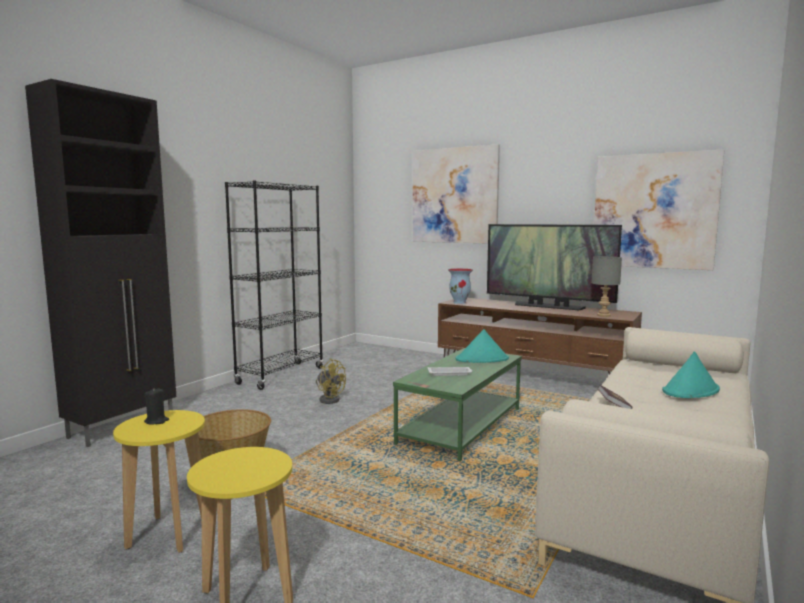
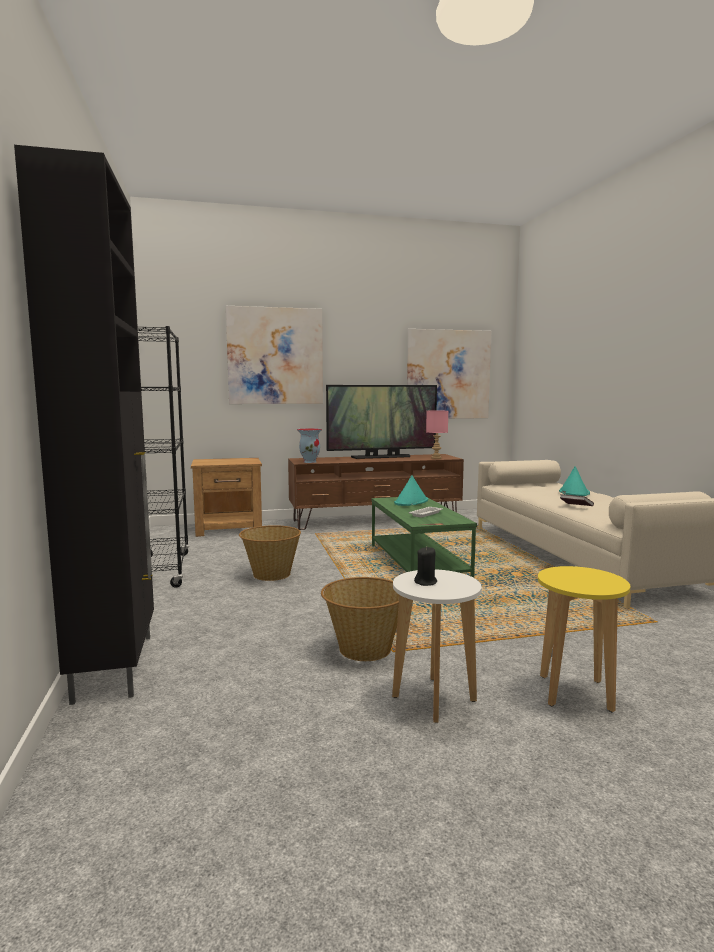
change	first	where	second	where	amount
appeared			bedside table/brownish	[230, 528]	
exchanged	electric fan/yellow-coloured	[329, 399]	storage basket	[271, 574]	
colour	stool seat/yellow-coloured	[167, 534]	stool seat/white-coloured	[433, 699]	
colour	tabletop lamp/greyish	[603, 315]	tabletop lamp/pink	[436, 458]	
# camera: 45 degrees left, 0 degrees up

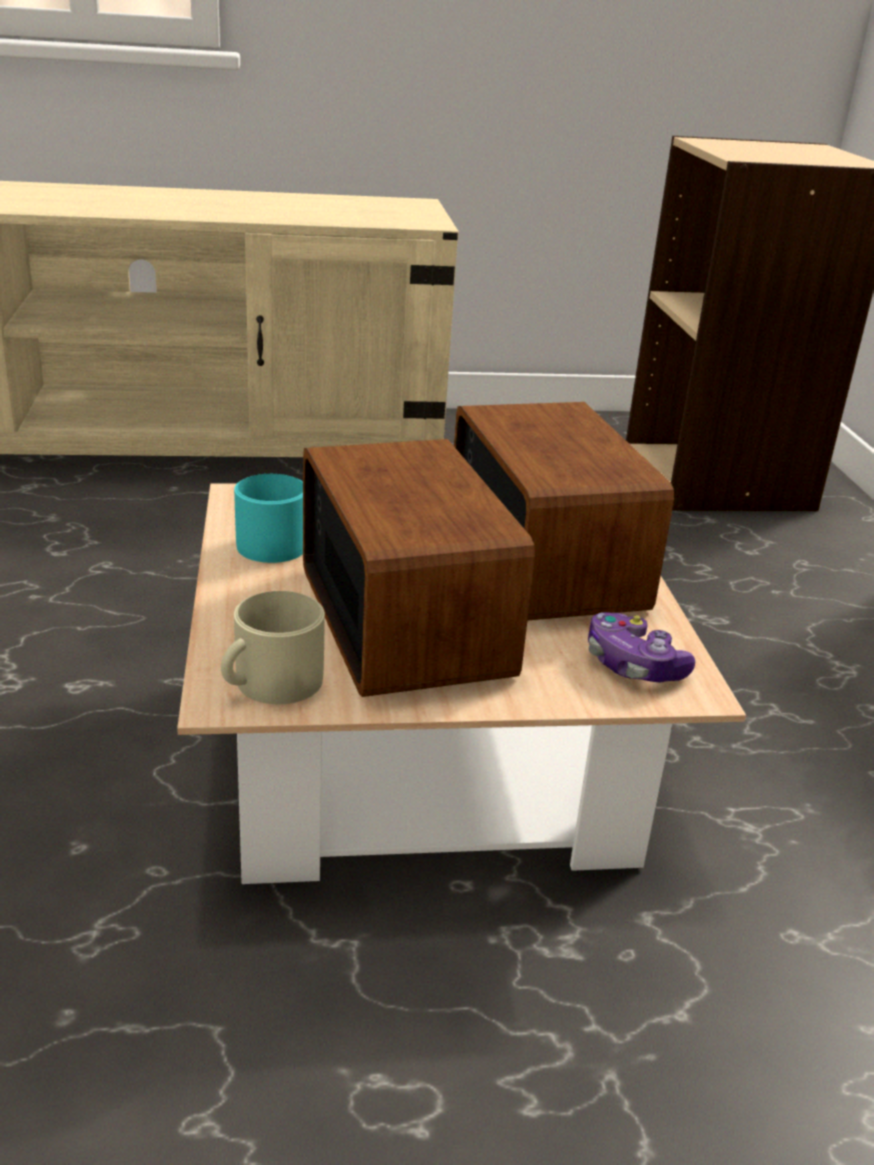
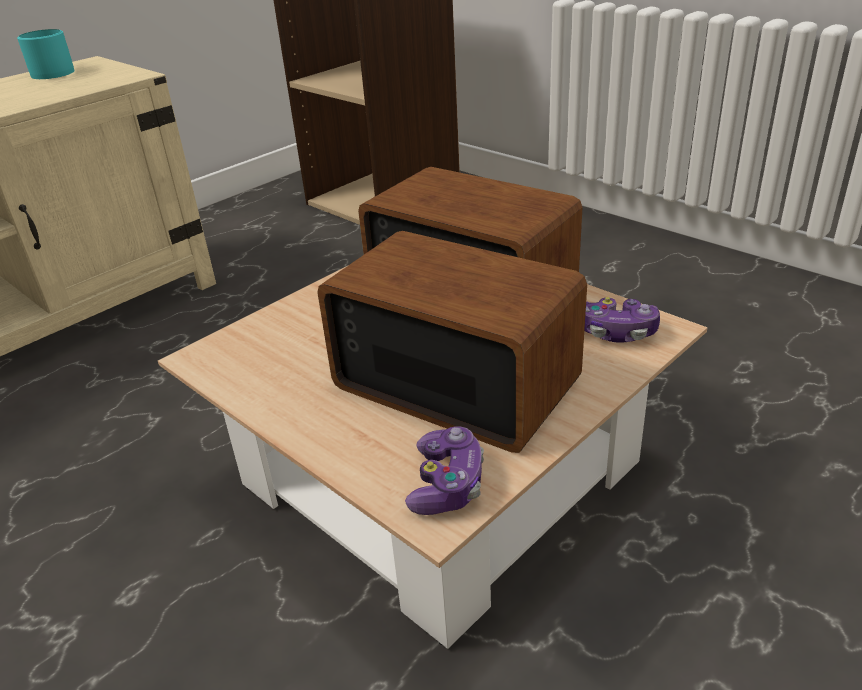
change	first	where	second	where	amount
relocated	mug/turquoise	[278, 543]		[55, 72]	
exchanged	mug/sand-coloured	[270, 684]	joypad	[447, 484]	
# camera: 35 degrees left, 5 degrees up

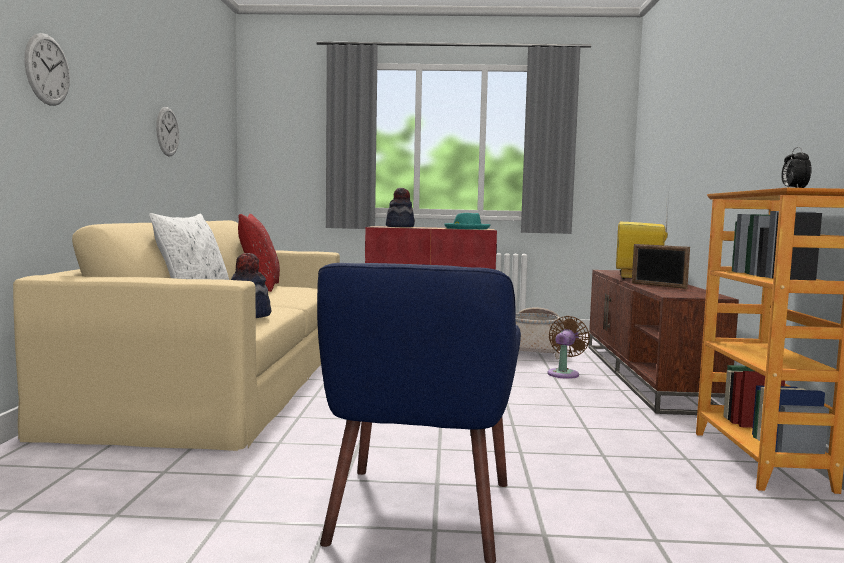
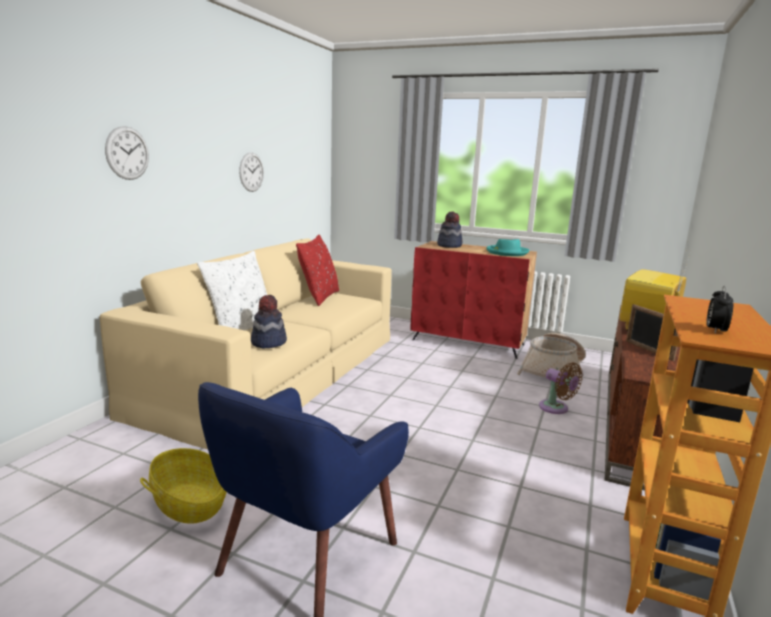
change	first	where	second	where	amount
appeared			storage basket	[189, 503]	
spun	electric fan/brownish	[564, 373]		[556, 408]	90 degrees clockwise
# camera: 20 degrees right, 10 degrees up

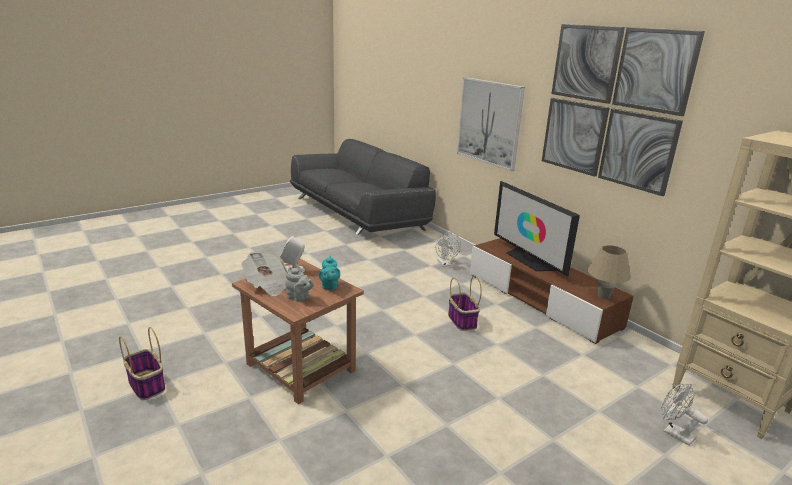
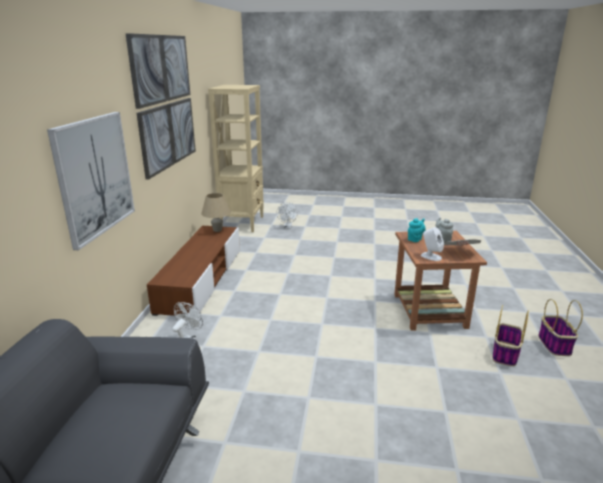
change	first	where	second	where	amount
missing	TV set	[528, 260]			
relocated	storage basket	[461, 320]		[505, 354]	
# camera: 135 degrees left, 0 degrees up

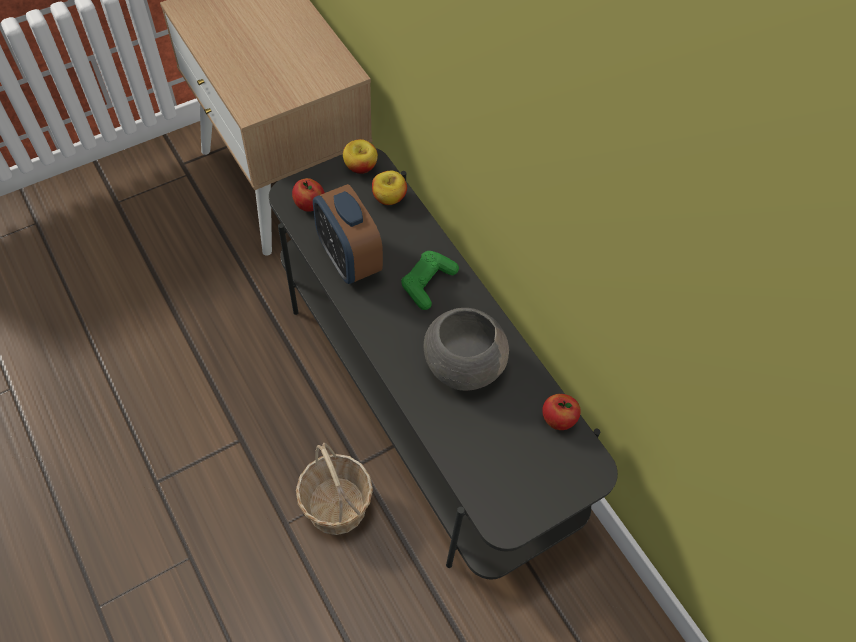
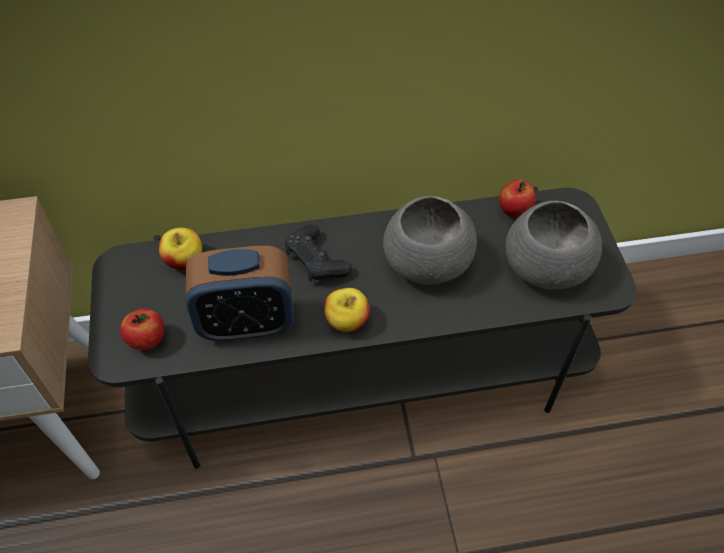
change	first	where	second	where	amount
missing	storage basket	[336, 506]			
appeared			deep dish/greyish	[544, 267]	
relocated	apple	[360, 167]		[346, 321]	
colour	joypad/green	[427, 283]	joypad/black-coloured	[316, 261]	
# camera: 65 degrees left, 5 degrees down

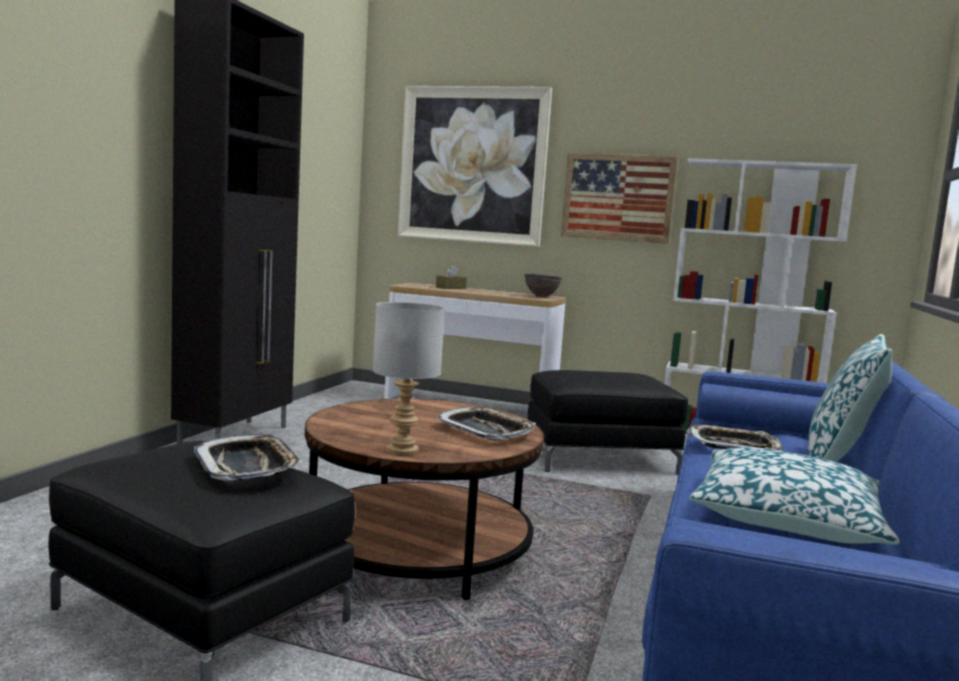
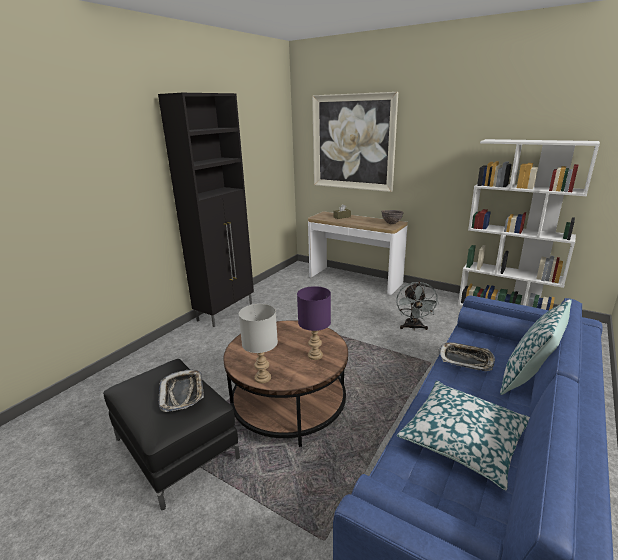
change	first	where	second	where	amount
missing	picture	[618, 197]			
exchanged	carrying tray	[485, 431]	tabletop lamp/purple-coloured	[315, 355]	
exchanged	footrest/black-coloured	[599, 458]	electric fan/greyish	[413, 327]	
# camera: 15 degrees right, 15 degrees up

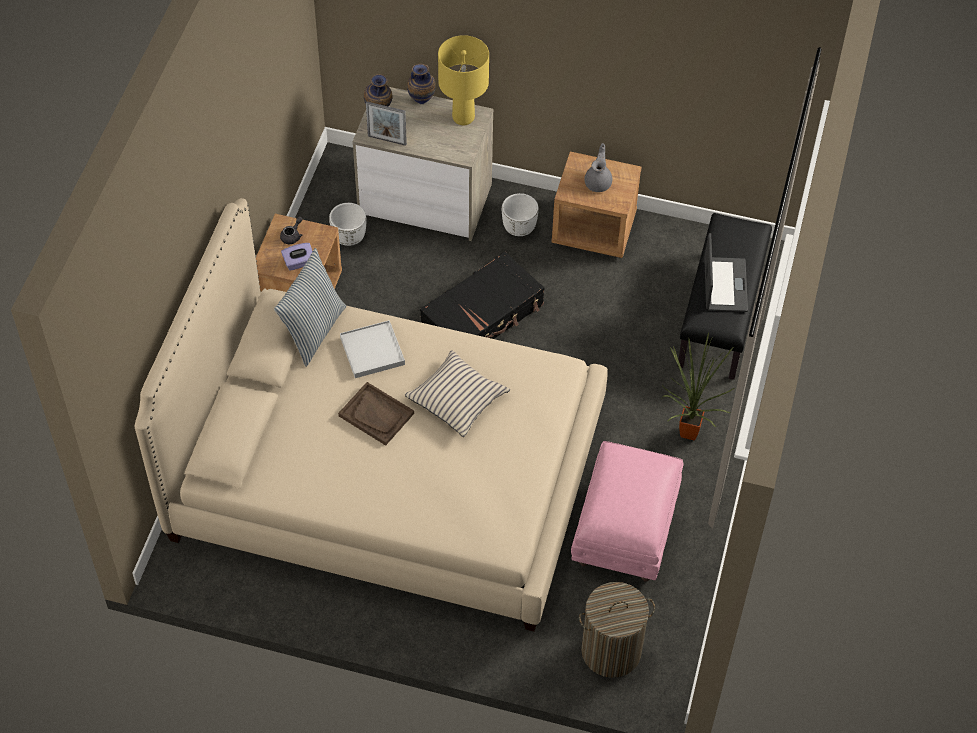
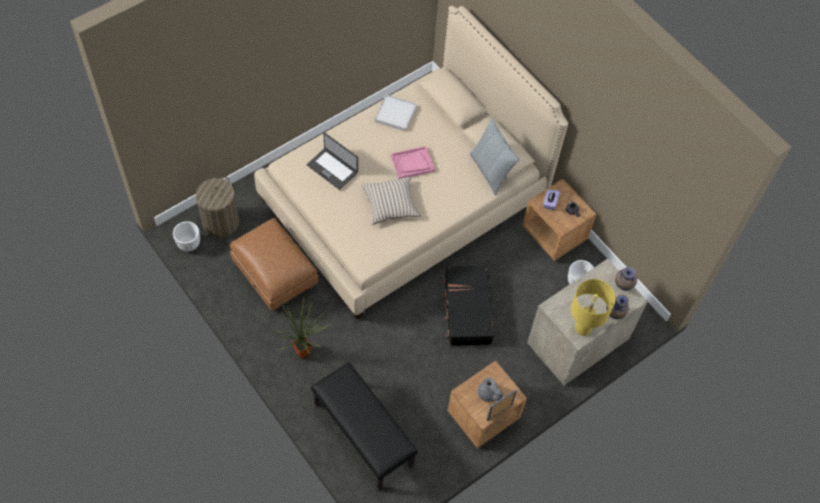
change	first	where	second	where	amount
relocated	carrying tray/white-coloured	[372, 351]		[395, 114]	
relocated	picture frame	[387, 140]		[499, 412]	
relocated	plant pot/white-coloured	[519, 229]		[188, 244]	
relocated	portable computer	[724, 285]		[332, 168]	
colour	carrying tray/brownish	[376, 415]	carrying tray/pink	[412, 163]	
colour	footrest/pink	[624, 530]	footrest/brownish	[276, 277]	
# camera: 125 degrees right, 5 degrees up

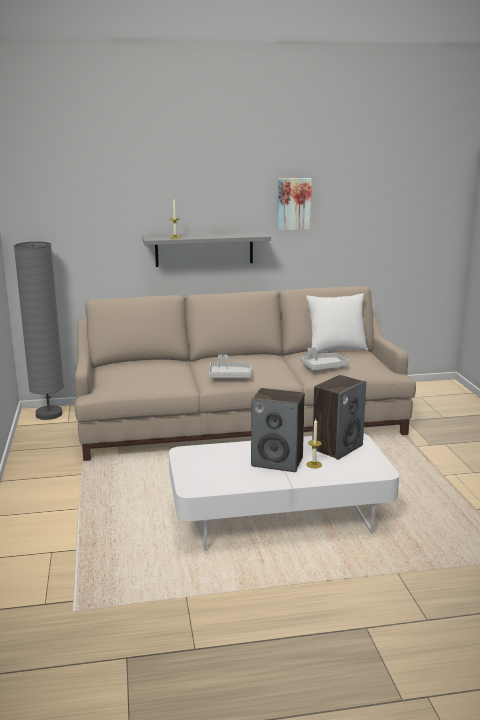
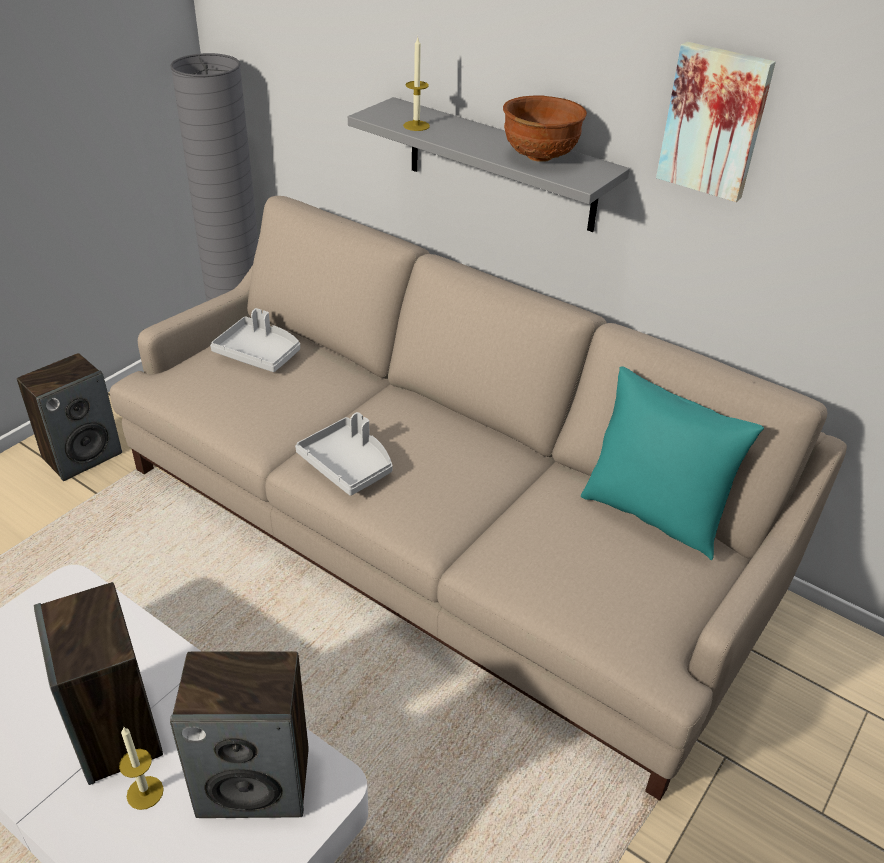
change	first	where	second	where	amount
appeared			audio speaker	[82, 455]	
appeared			deep dish/brownish	[541, 157]	
relocated	carrying tray/greyish	[323, 367]		[259, 353]	
colour	pillow/white-coloured	[336, 350]	pillow/turquoise	[652, 514]	
# camera: 45 degrees right, 20 degrees up

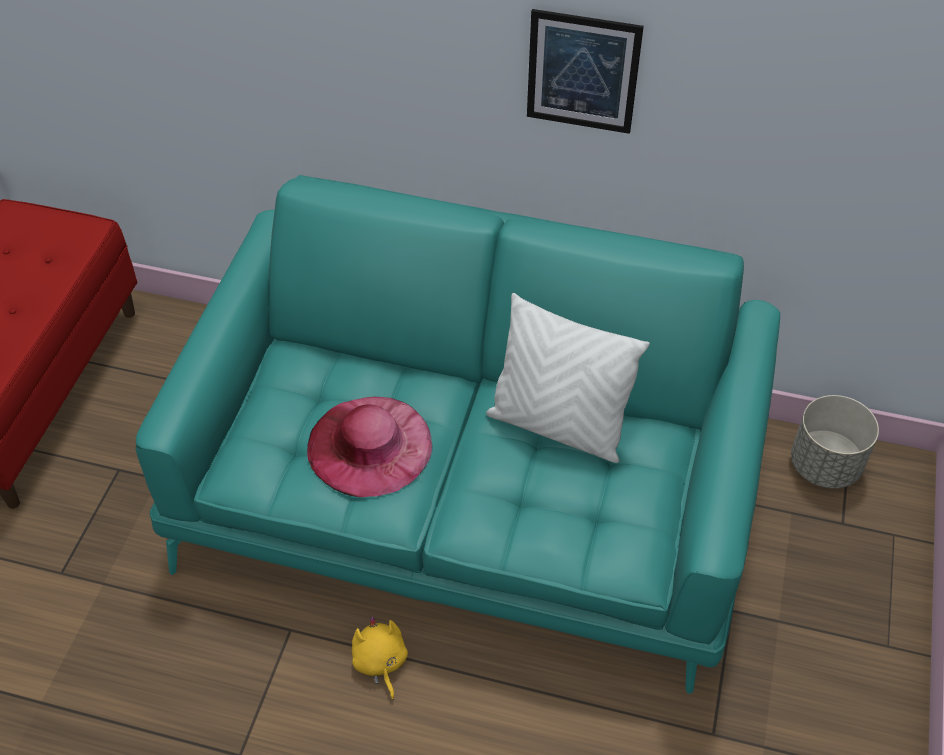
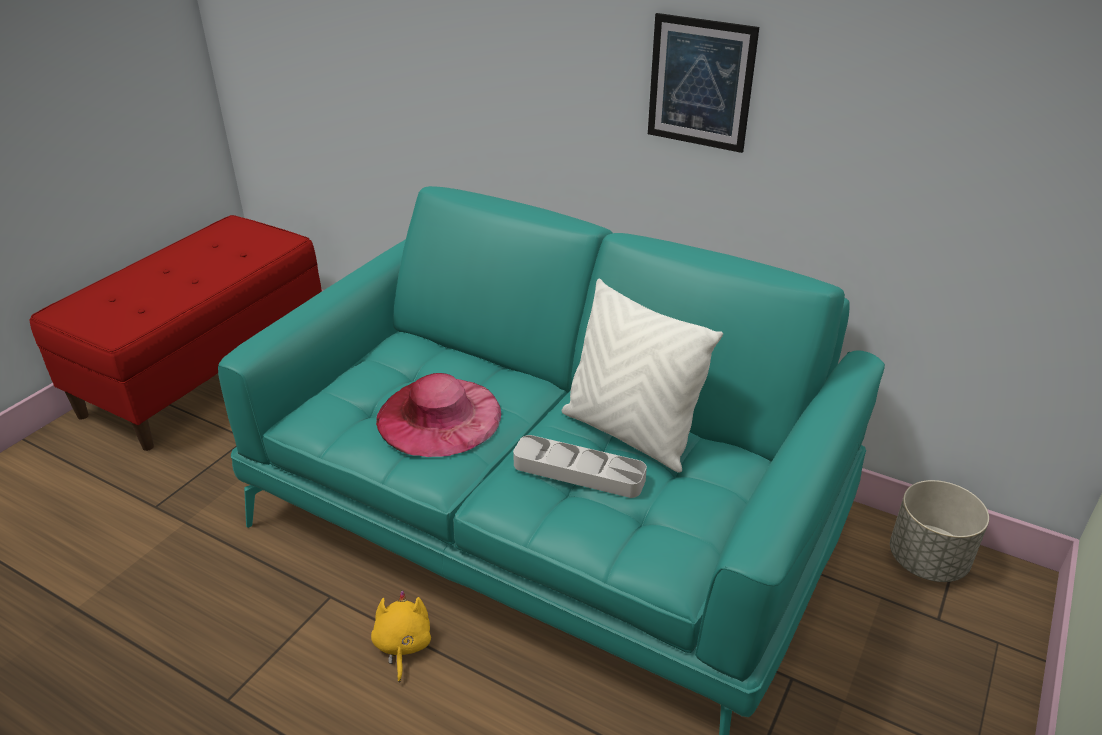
change	first	where	second	where	amount
appeared			carrying tray/greyish	[578, 472]	
# camera: 15 degrees right, 15 degrees down

